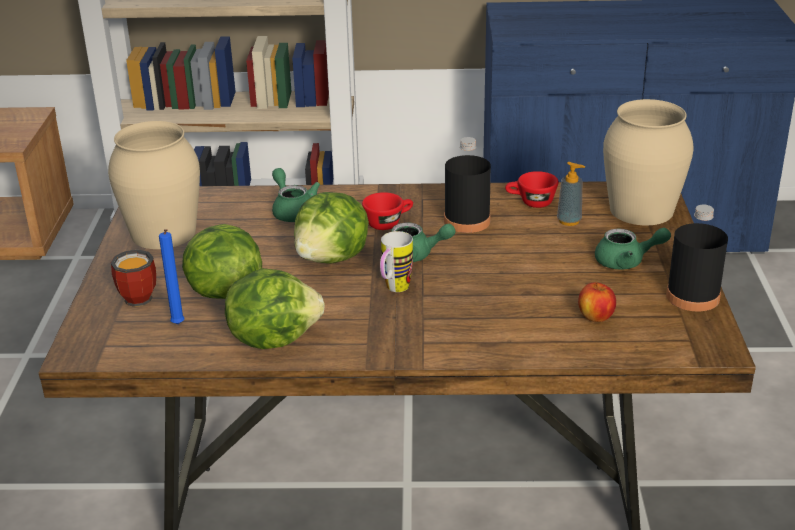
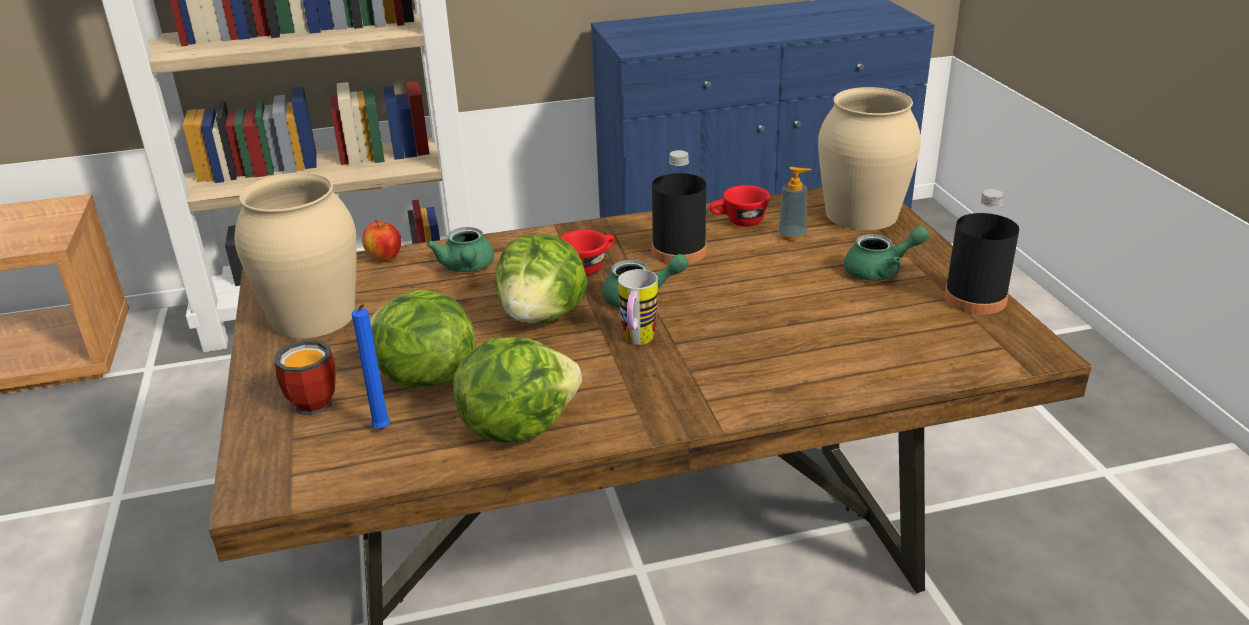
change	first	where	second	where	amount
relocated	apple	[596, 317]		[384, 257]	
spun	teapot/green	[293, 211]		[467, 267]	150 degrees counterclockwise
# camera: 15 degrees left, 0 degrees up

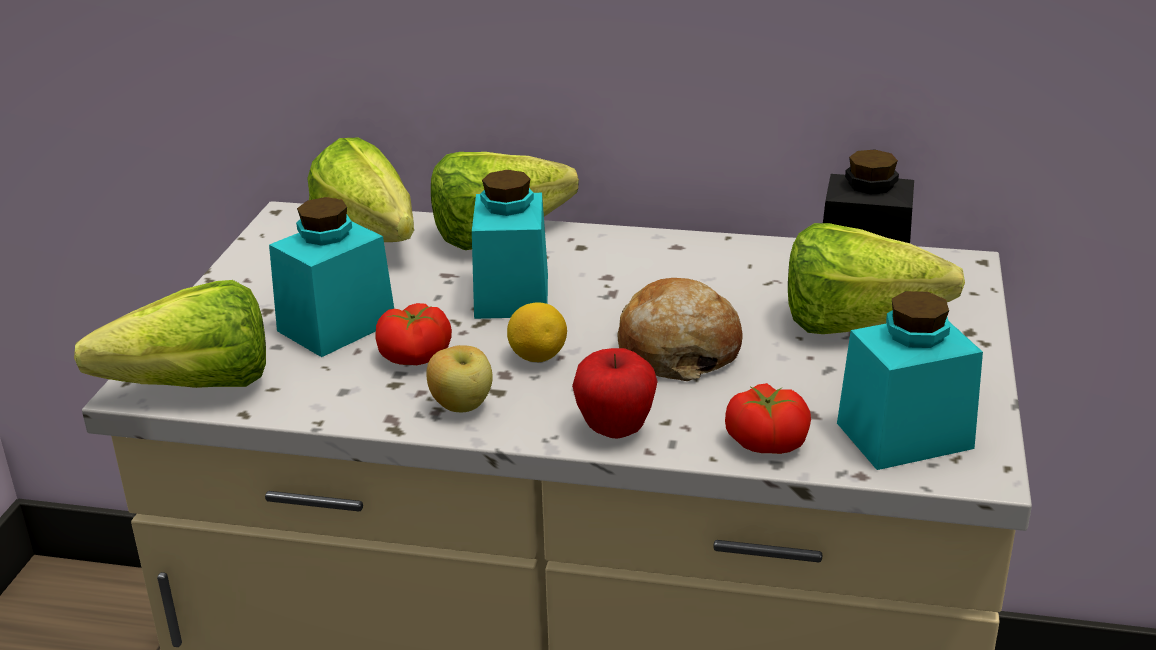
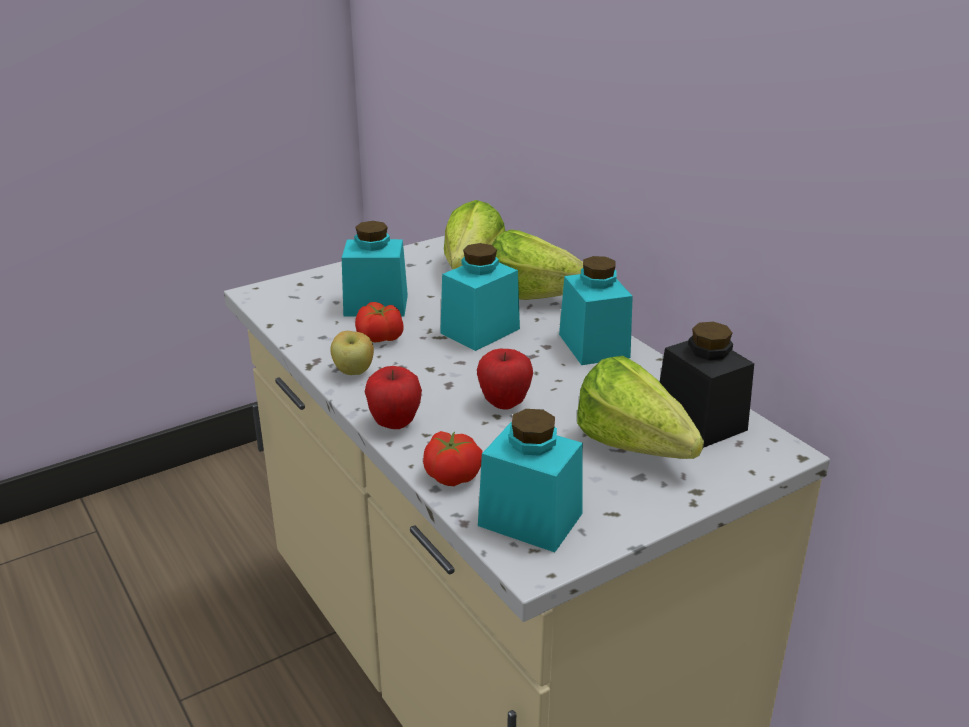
change	first	where	second	where	amount
missing	lettuce	[179, 388]			
missing	whole lemon	[537, 357]			
appeared			preserve jar/turquoise	[594, 346]	
exchanged	baked bread	[678, 350]	apple	[504, 403]	
# camera: 45 degrees right, 0 degrees up

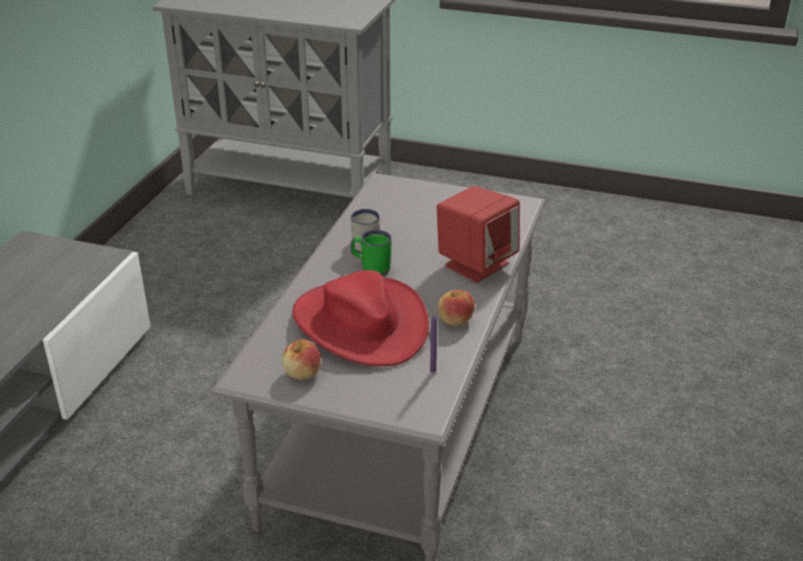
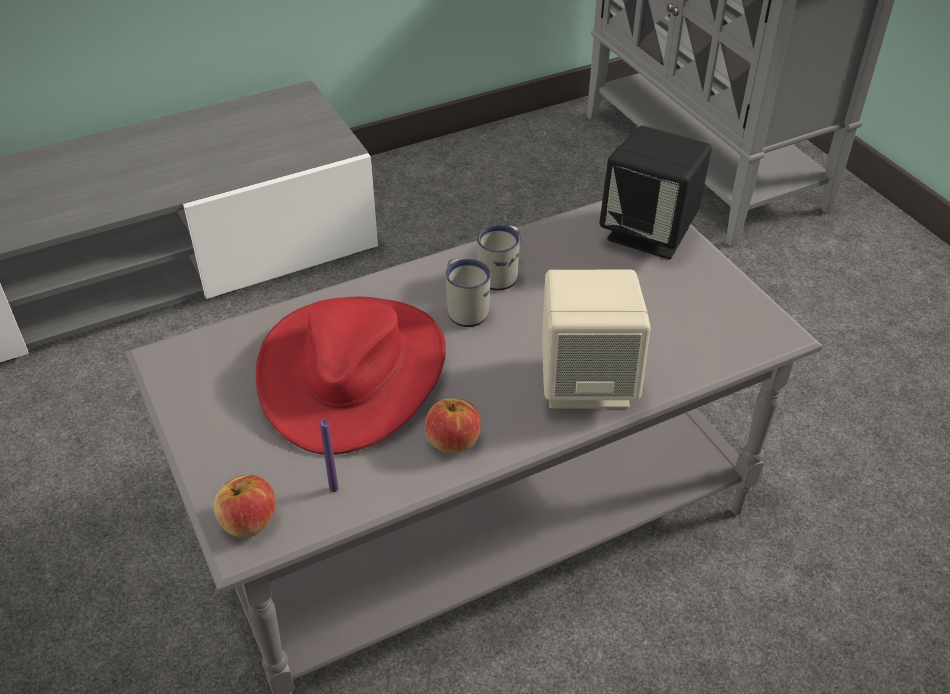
change	first	where	second	where	amount
appeared			audio speaker/black-coloured	[650, 233]	
relocated	apple	[302, 373]		[248, 522]	
colour	mug/green	[371, 267]	mug/white-coloured	[465, 309]	
colour	audio speaker/reddish	[476, 264]	audio speaker/sand-coloured	[587, 382]	
# camera: 45 degrees right, 10 degrees up

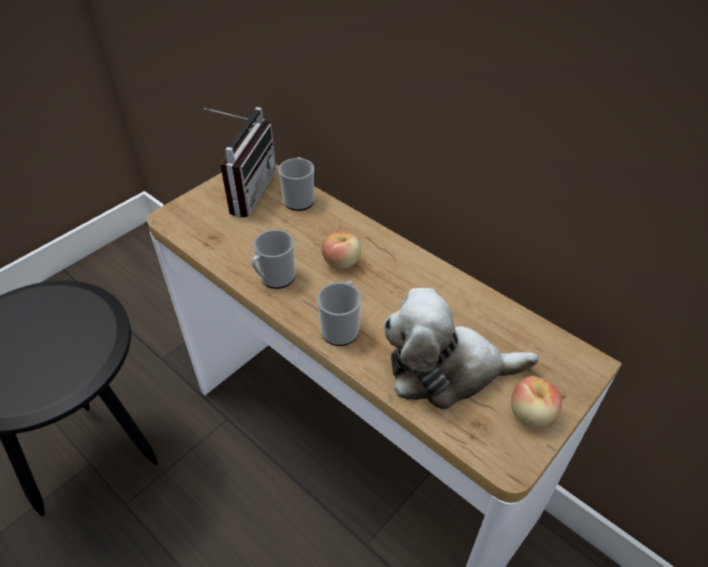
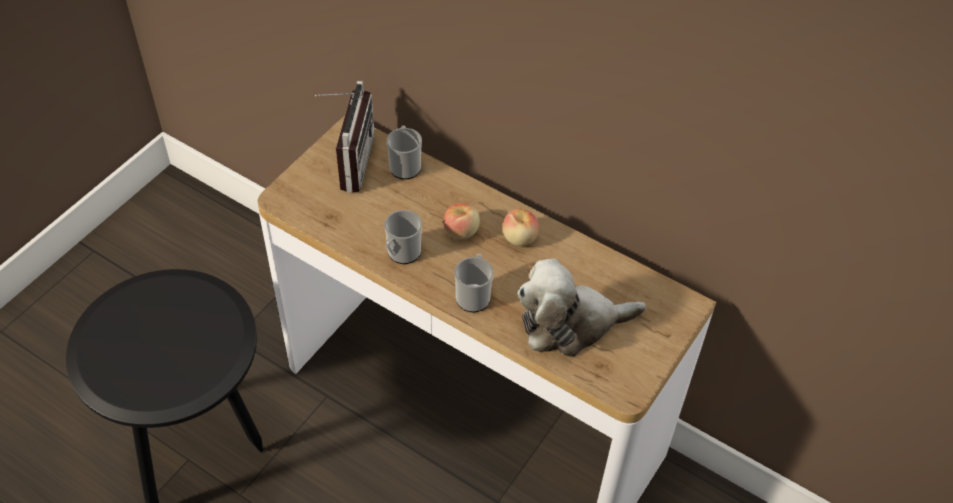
change	first	where	second	where	amount
relocated	apple	[531, 414]		[520, 238]	
# camera: 10 degrees left, 5 degrees up

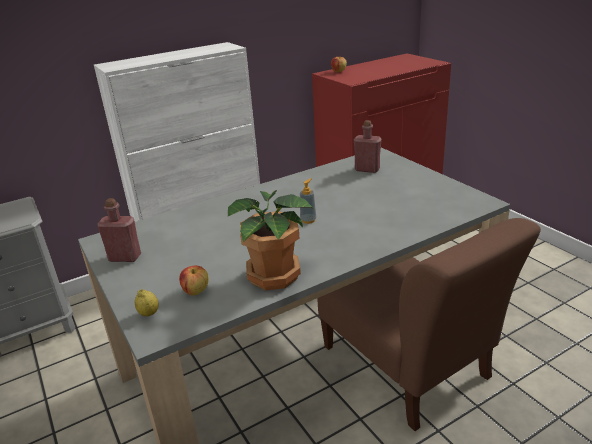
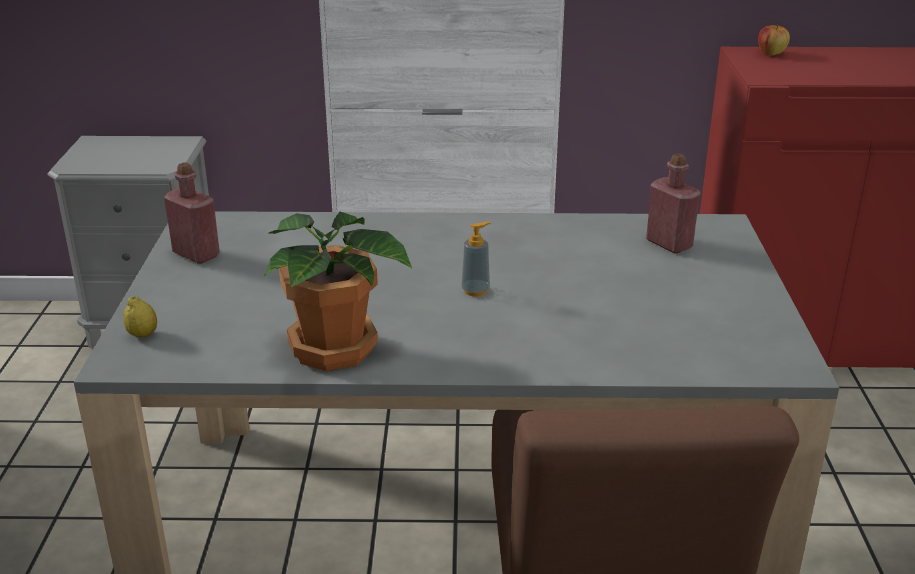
change	first	where	second	where	amount
missing	apple	[196, 291]			
# camera: 30 degrees right, 0 degrees up

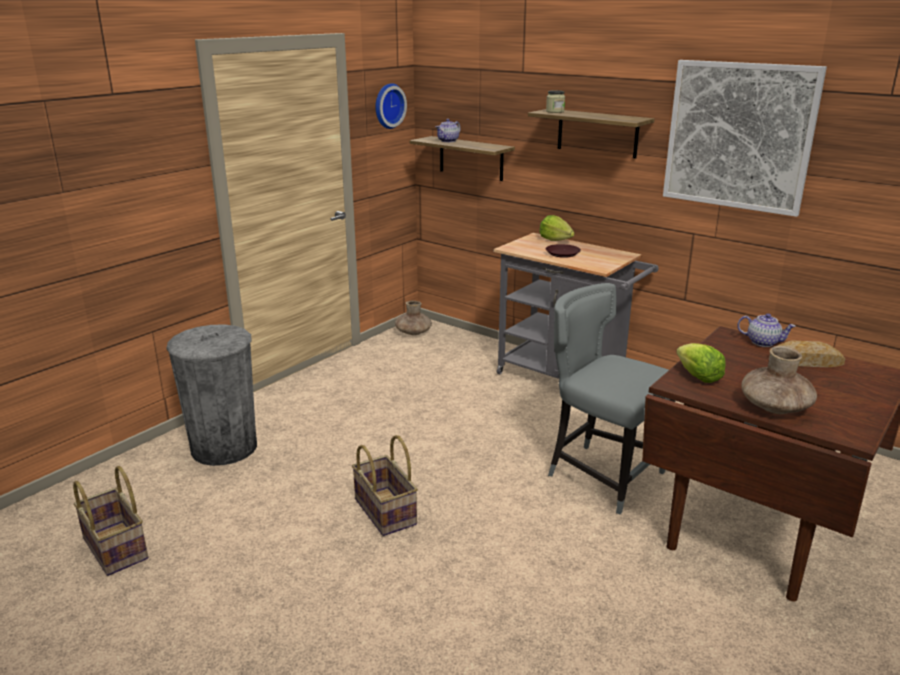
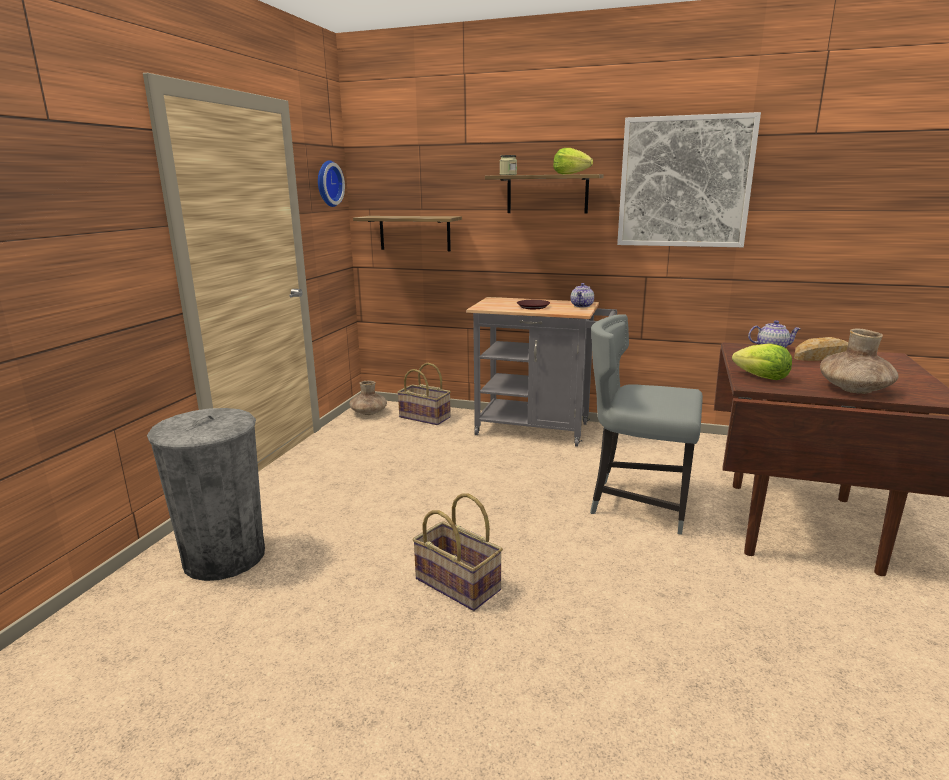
change	first	where	second	where	amount
relocated	storage basket	[117, 548]		[425, 417]	
relocated	teapot	[448, 141]		[582, 306]	
relocated	lettuce	[555, 240]		[570, 174]	
# camera: 20 degrees left, 5 degrees down

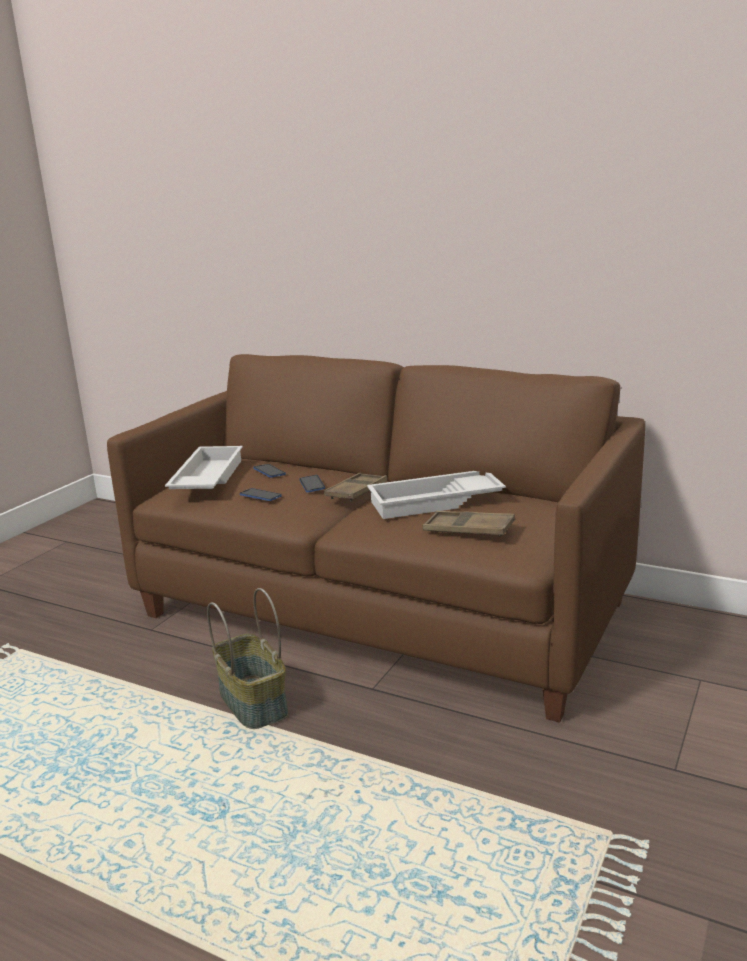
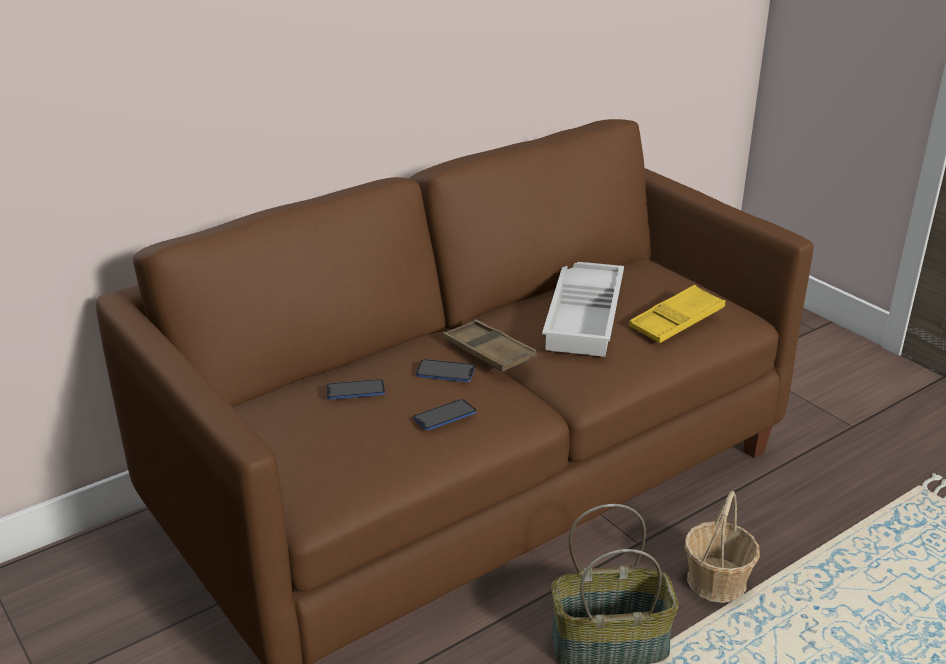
change	first	where	second	where	amount
missing	carrying tray/white-coloured	[206, 478]			
appeared			storage basket	[717, 581]	
colour	carrying tray/brownish	[468, 529]	carrying tray/yellow-coloured	[676, 321]	
# camera: 65 degrees left, 10 degrees up

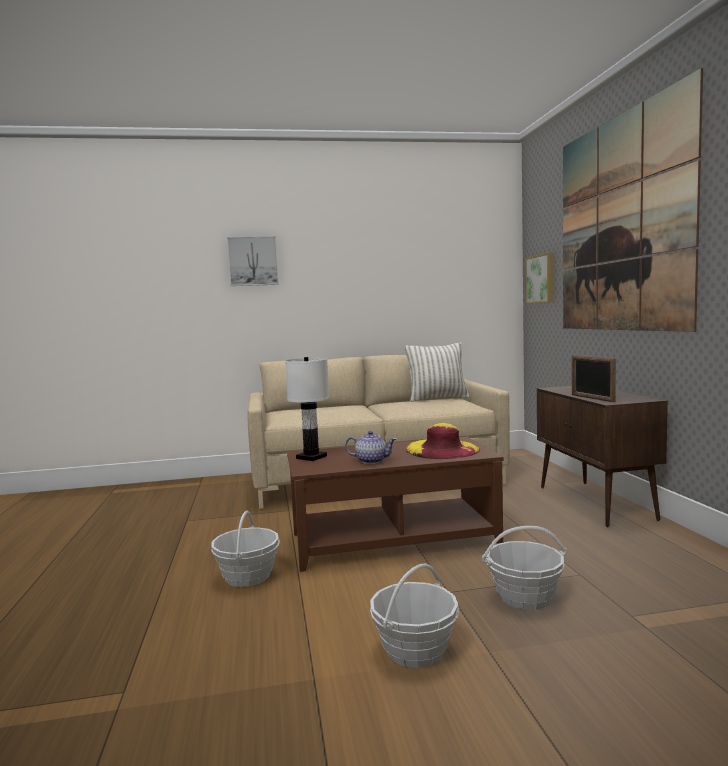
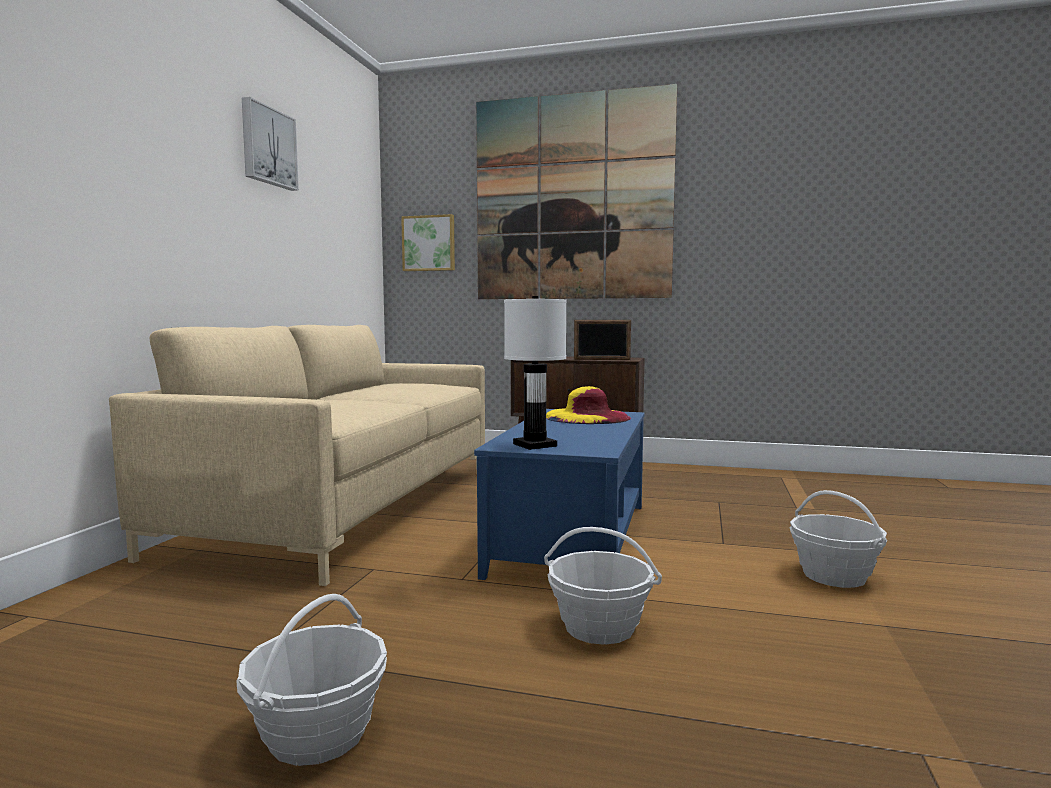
change	first	where	second	where	amount
missing	teapot	[371, 461]			
missing	pillow	[437, 399]			
relocated	picture	[253, 261]		[267, 146]	
relocated	storage basket	[524, 597]		[317, 734]	
colour	lounge table/brownish	[393, 539]	lounge table/blue	[570, 537]	
# camera: 65 degrees left, 0 degrees up

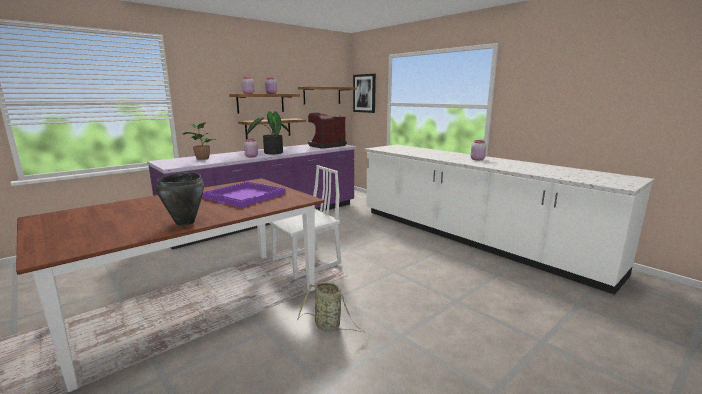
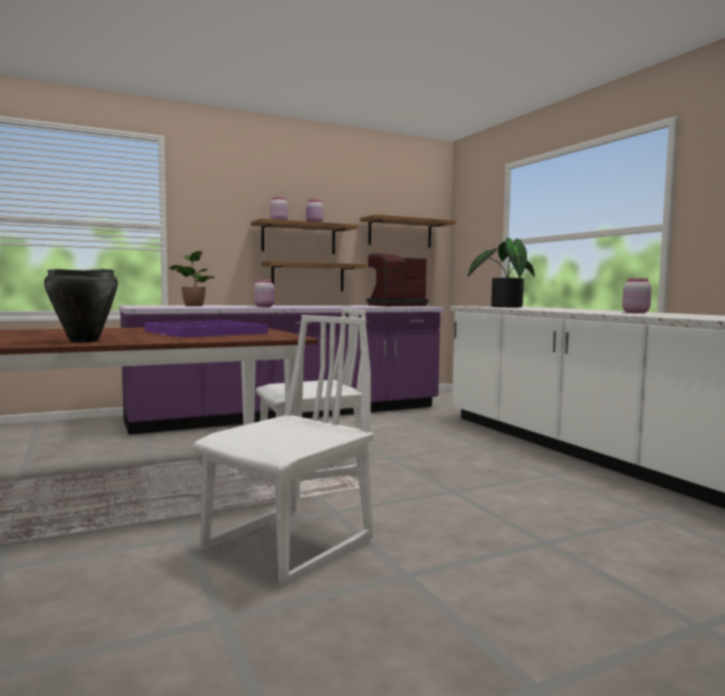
change	first	where	second	where	amount
missing	picture	[364, 93]			
relocated	plant in a pot	[271, 153]		[502, 306]	
exchanged	storage basket	[329, 326]	plain chair/white-coloured	[290, 546]	
# camera: 15 degrees right, 10 degrees down

